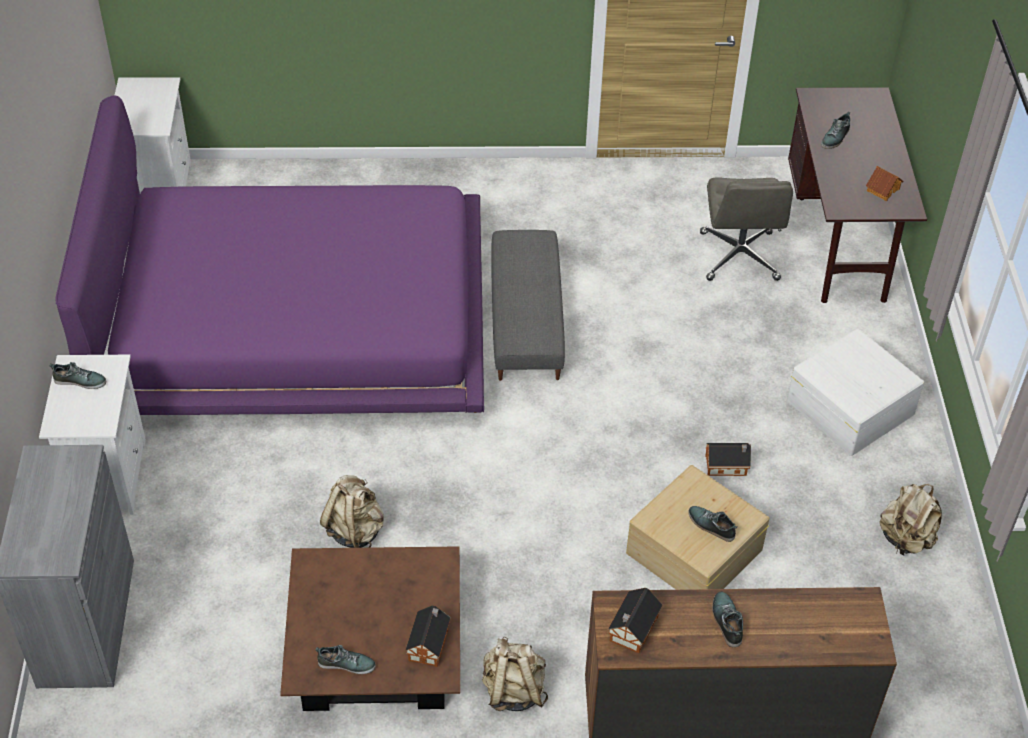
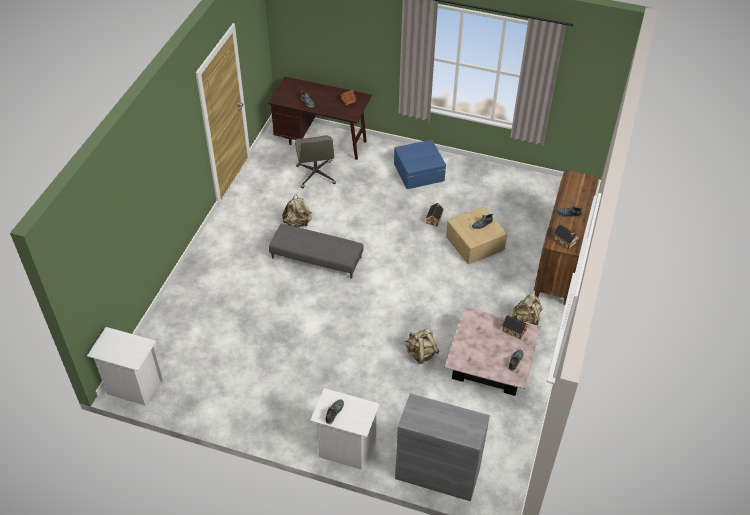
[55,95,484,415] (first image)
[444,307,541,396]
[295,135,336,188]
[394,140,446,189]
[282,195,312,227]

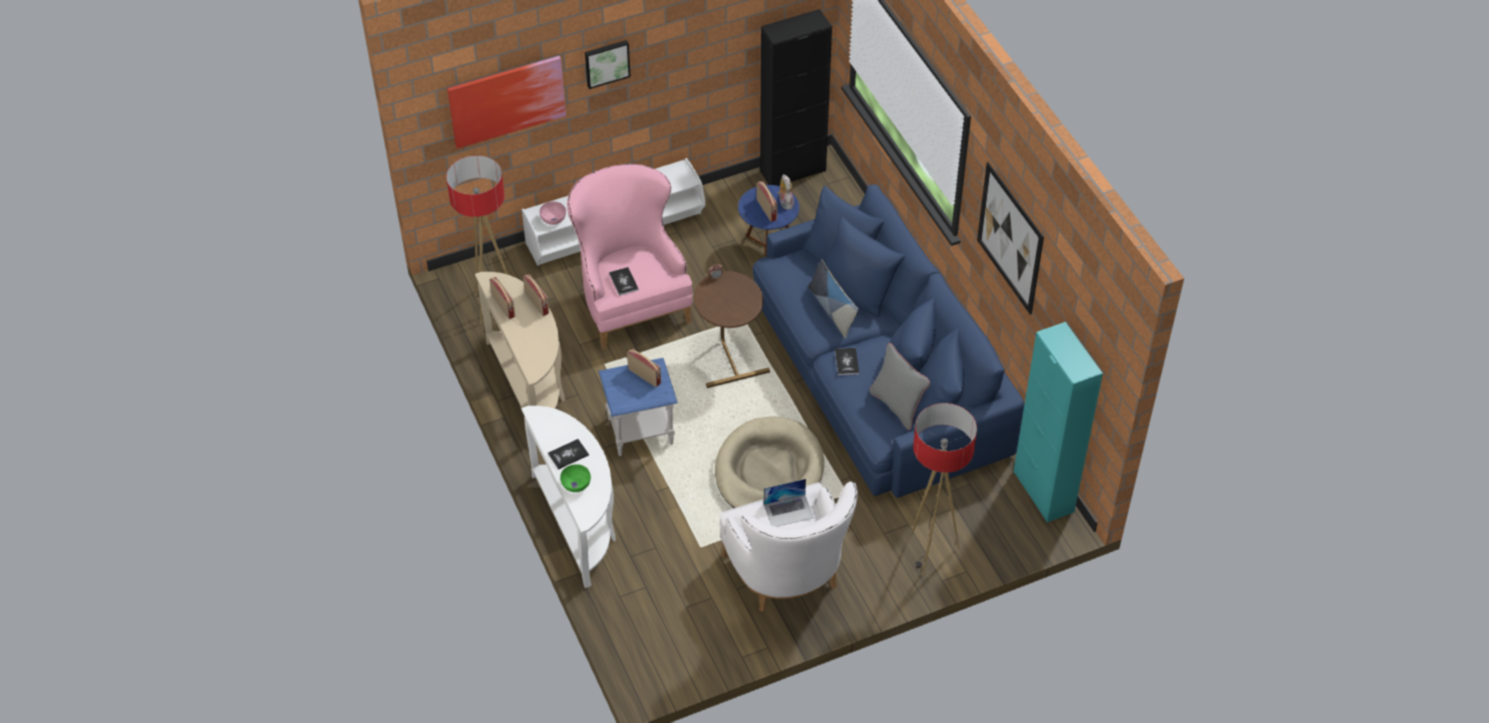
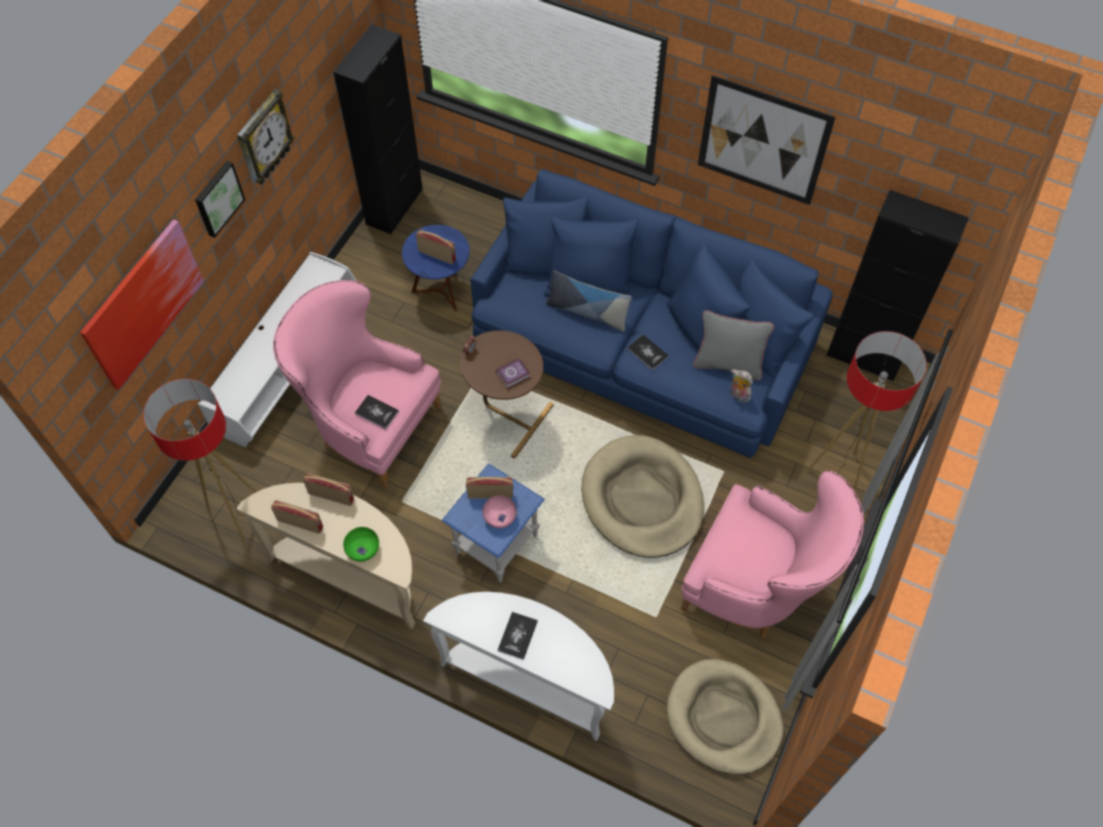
[483,496,517,528]
[343,527,379,562]
[681,471,864,639]
[764,479,814,527] (first image)
[730,369,753,403]
[826,190,969,381]
[237,89,295,184]
[496,358,530,389]
[667,659,784,775]

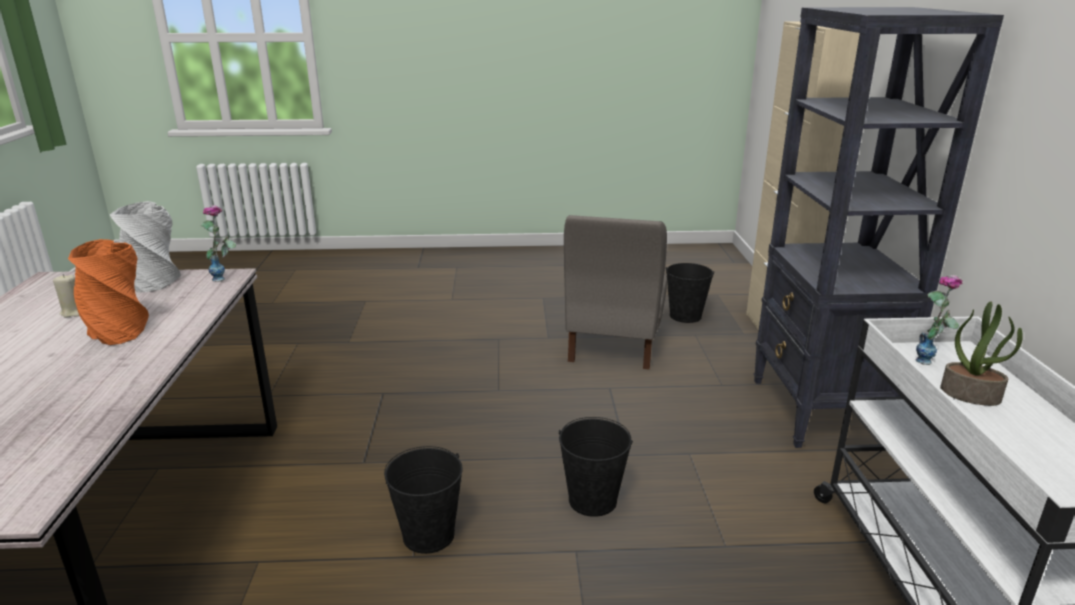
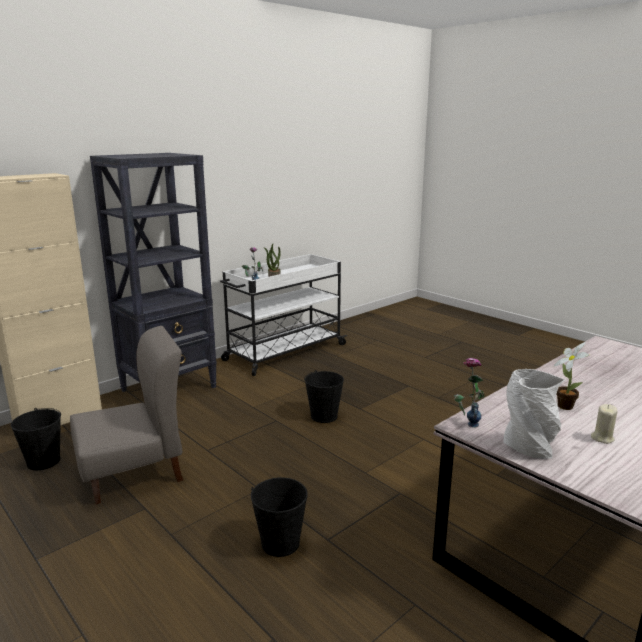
[554,342,589,410]
[251,477,308,557]

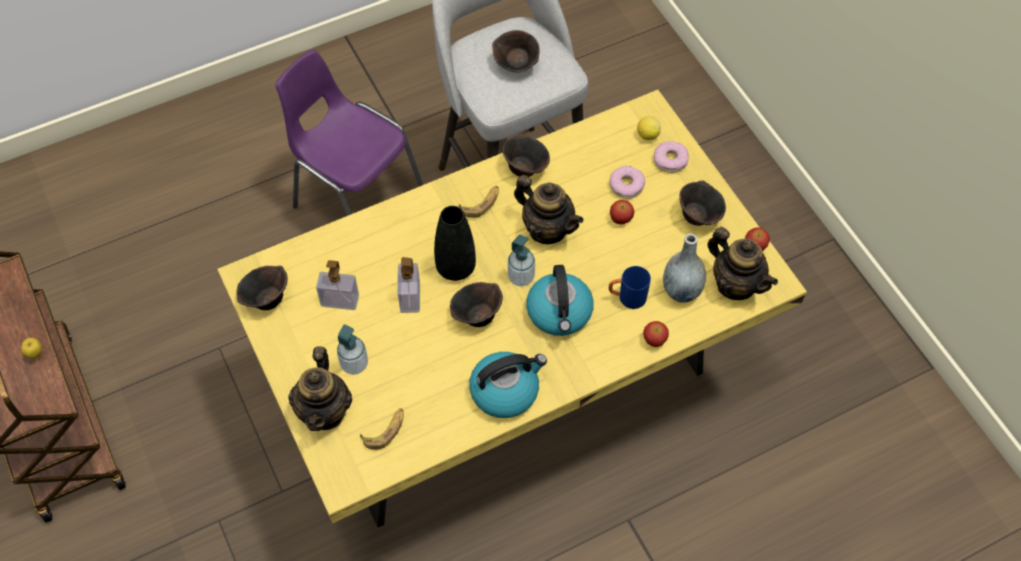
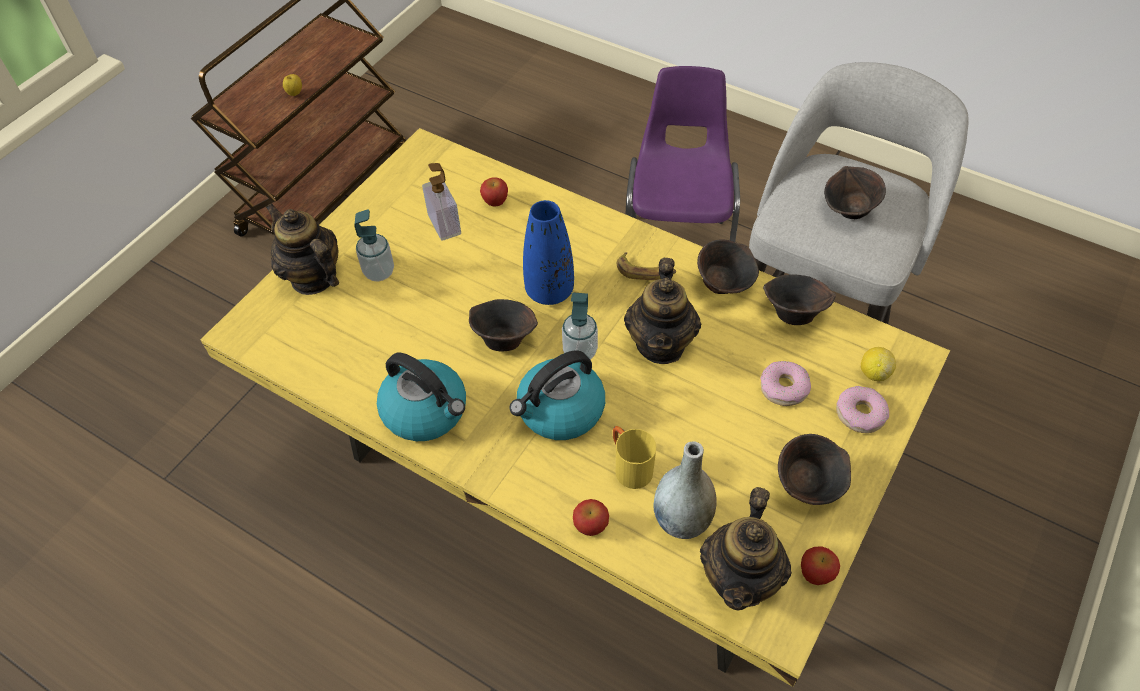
[763,274,836,325]
[266,203,339,295]
[360,408,404,450] (first image)
[398,257,420,313] (first image)
[523,200,574,305]
[613,426,656,489]
[480,177,508,206]

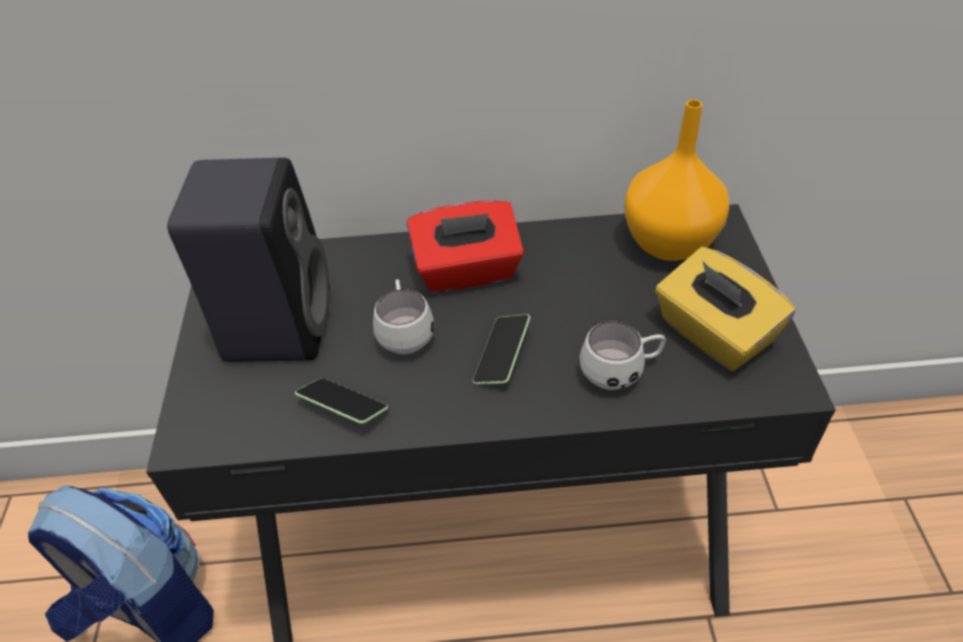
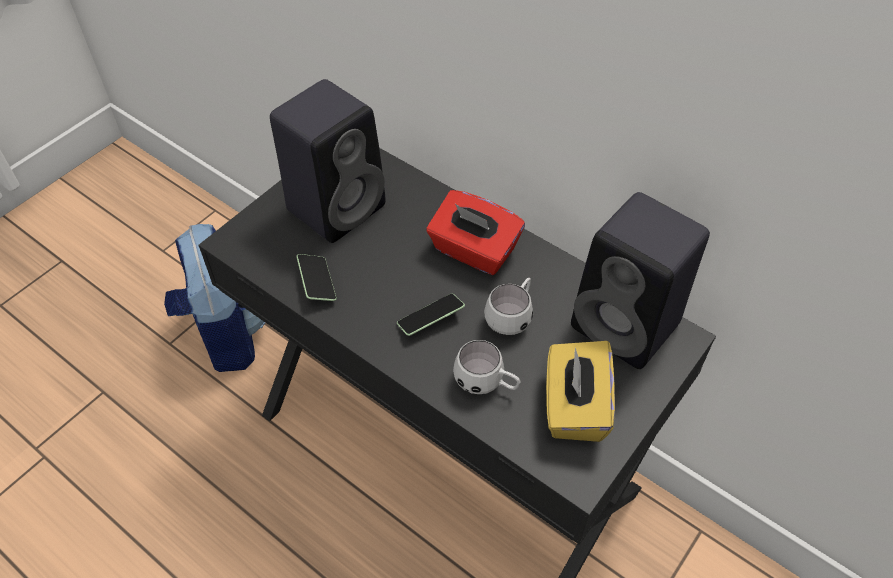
[484,278,533,335]
[571,192,710,369]

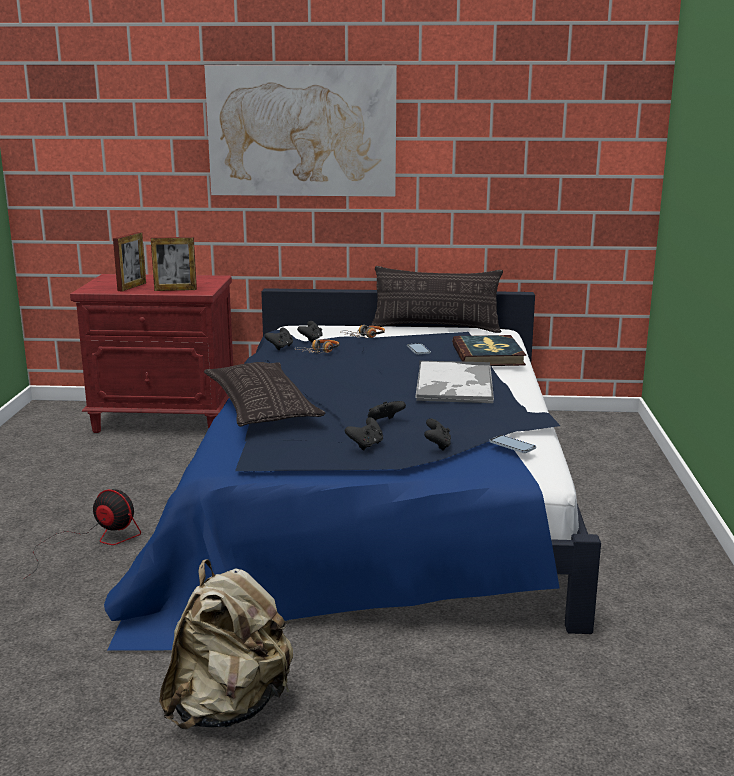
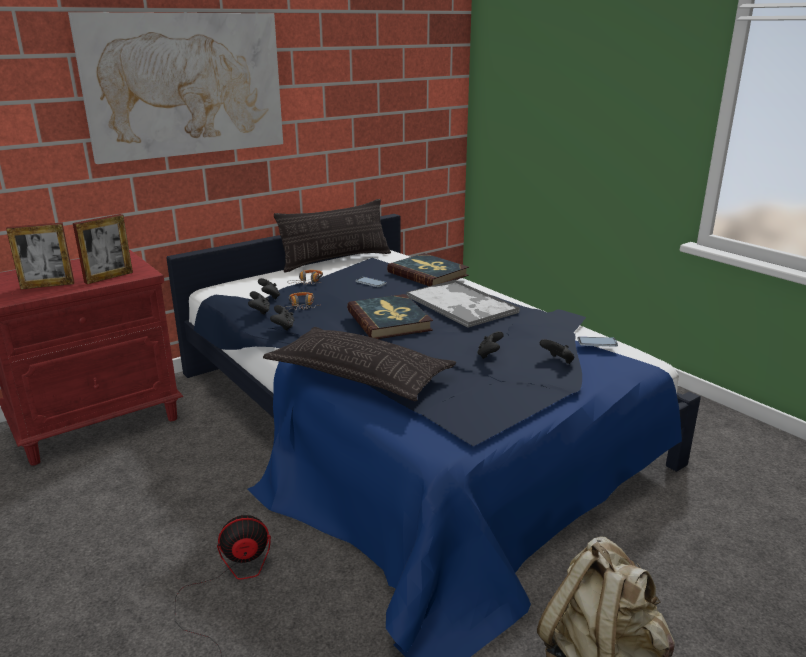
[6,222,75,290]
[270,305,295,331]
[347,294,433,339]

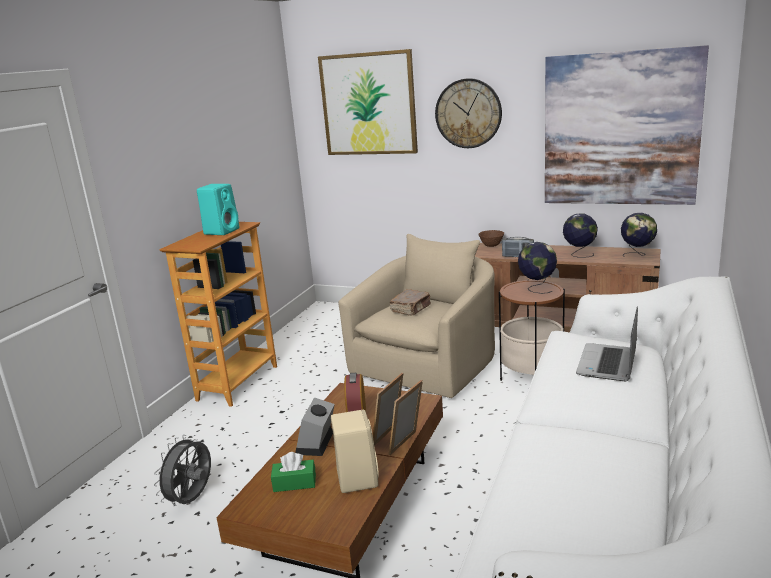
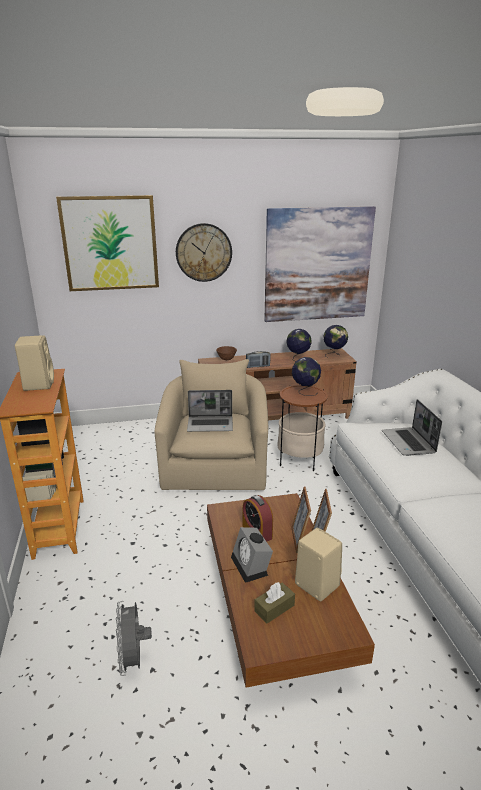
[15,335,54,391]
[254,582,295,623]
[187,390,233,432]

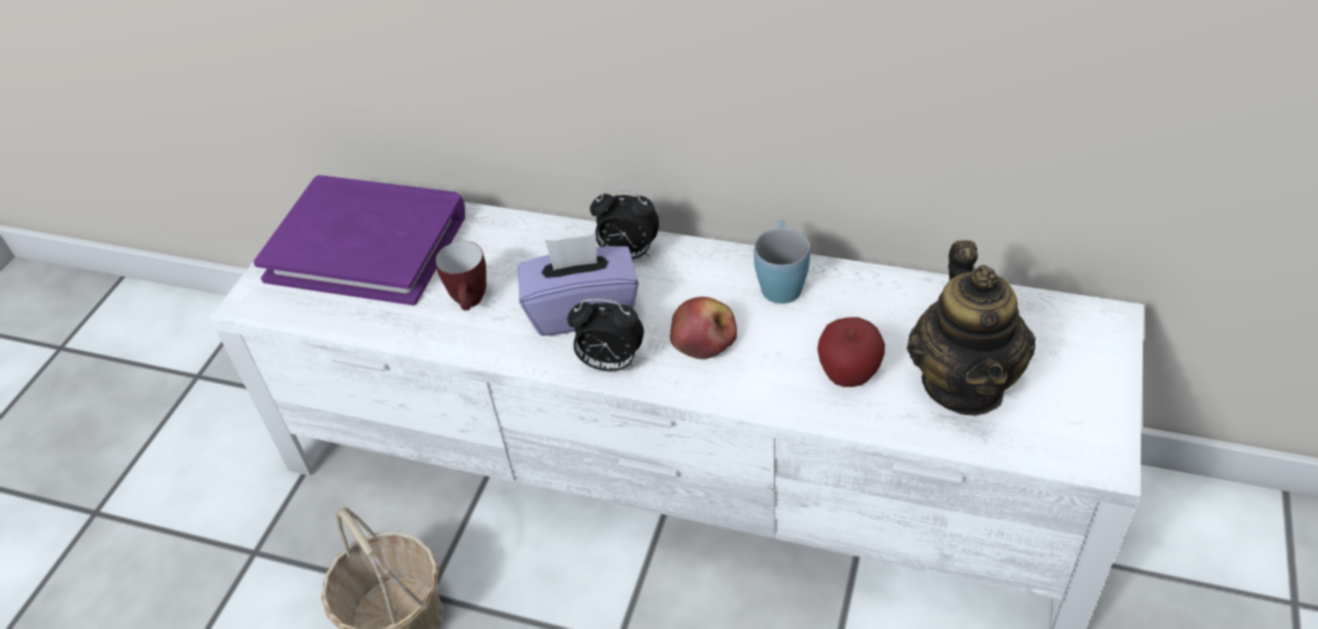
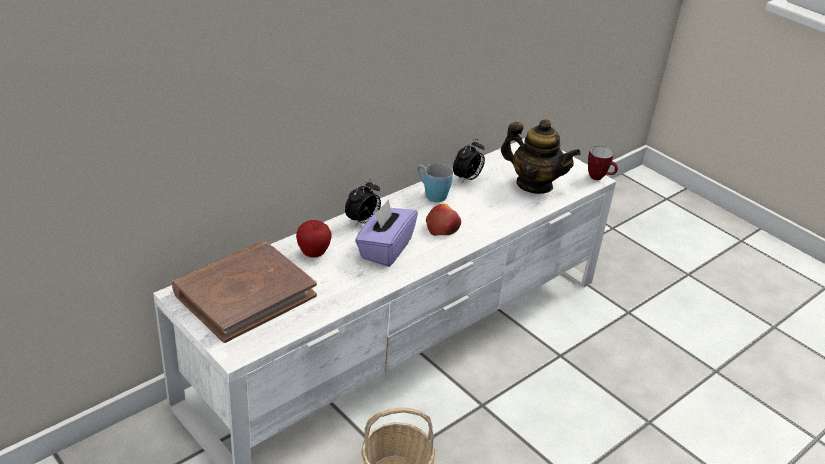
[172,241,317,343]
[588,146,618,180]
[453,139,485,184]
[296,220,332,258]

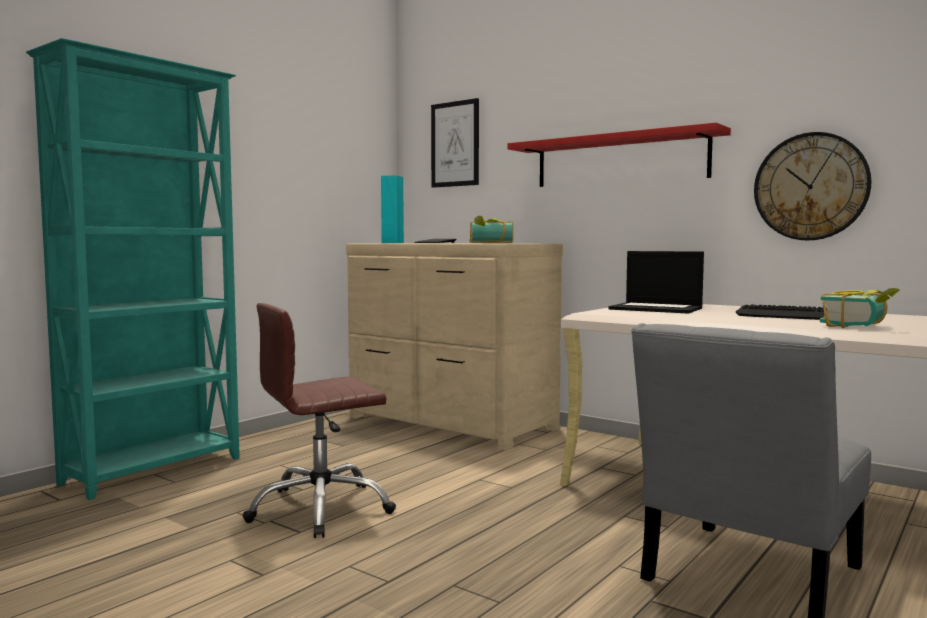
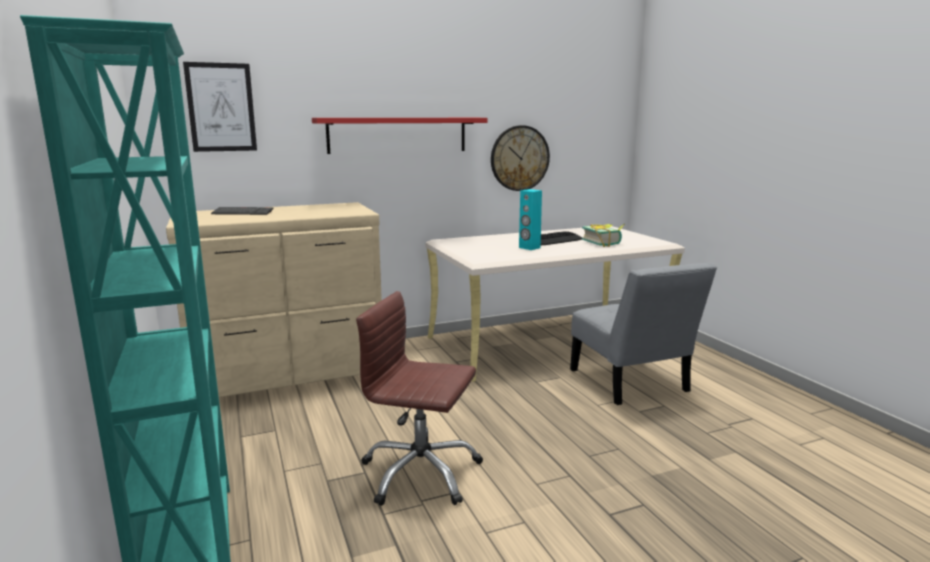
[356,291,483,506]
[519,189,542,250]
[469,216,513,243] (first image)
[609,251,704,314] (first image)

